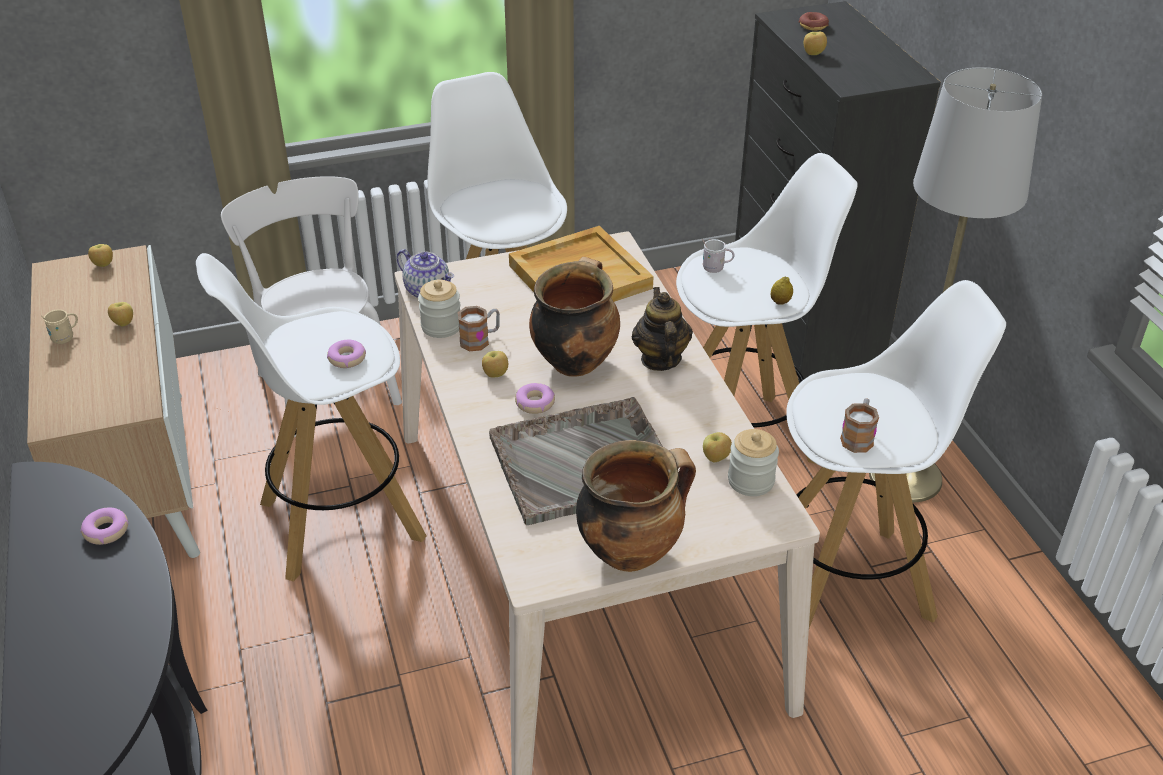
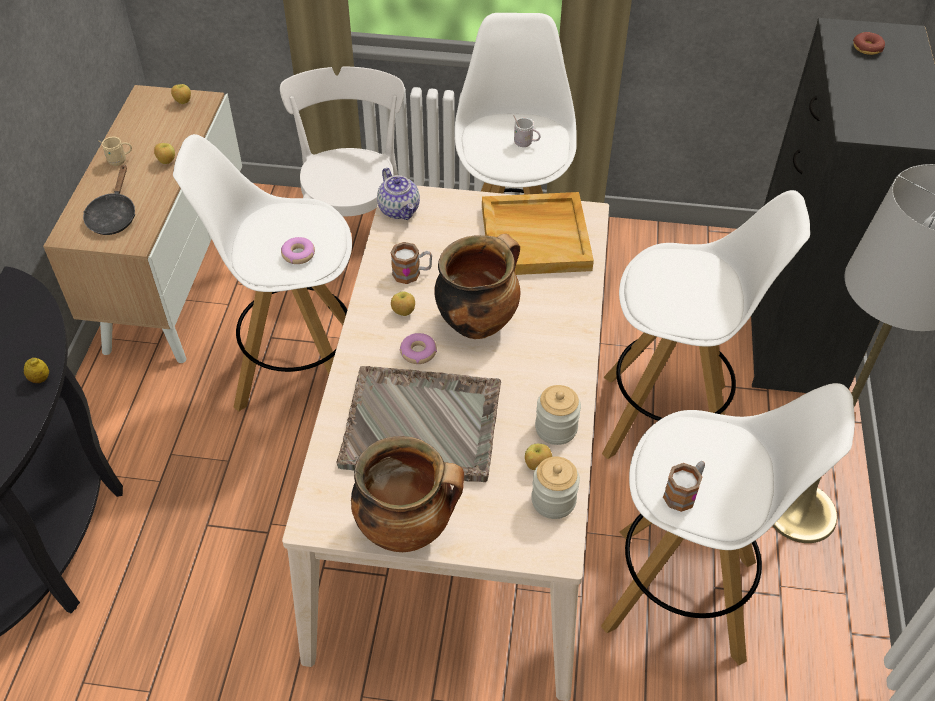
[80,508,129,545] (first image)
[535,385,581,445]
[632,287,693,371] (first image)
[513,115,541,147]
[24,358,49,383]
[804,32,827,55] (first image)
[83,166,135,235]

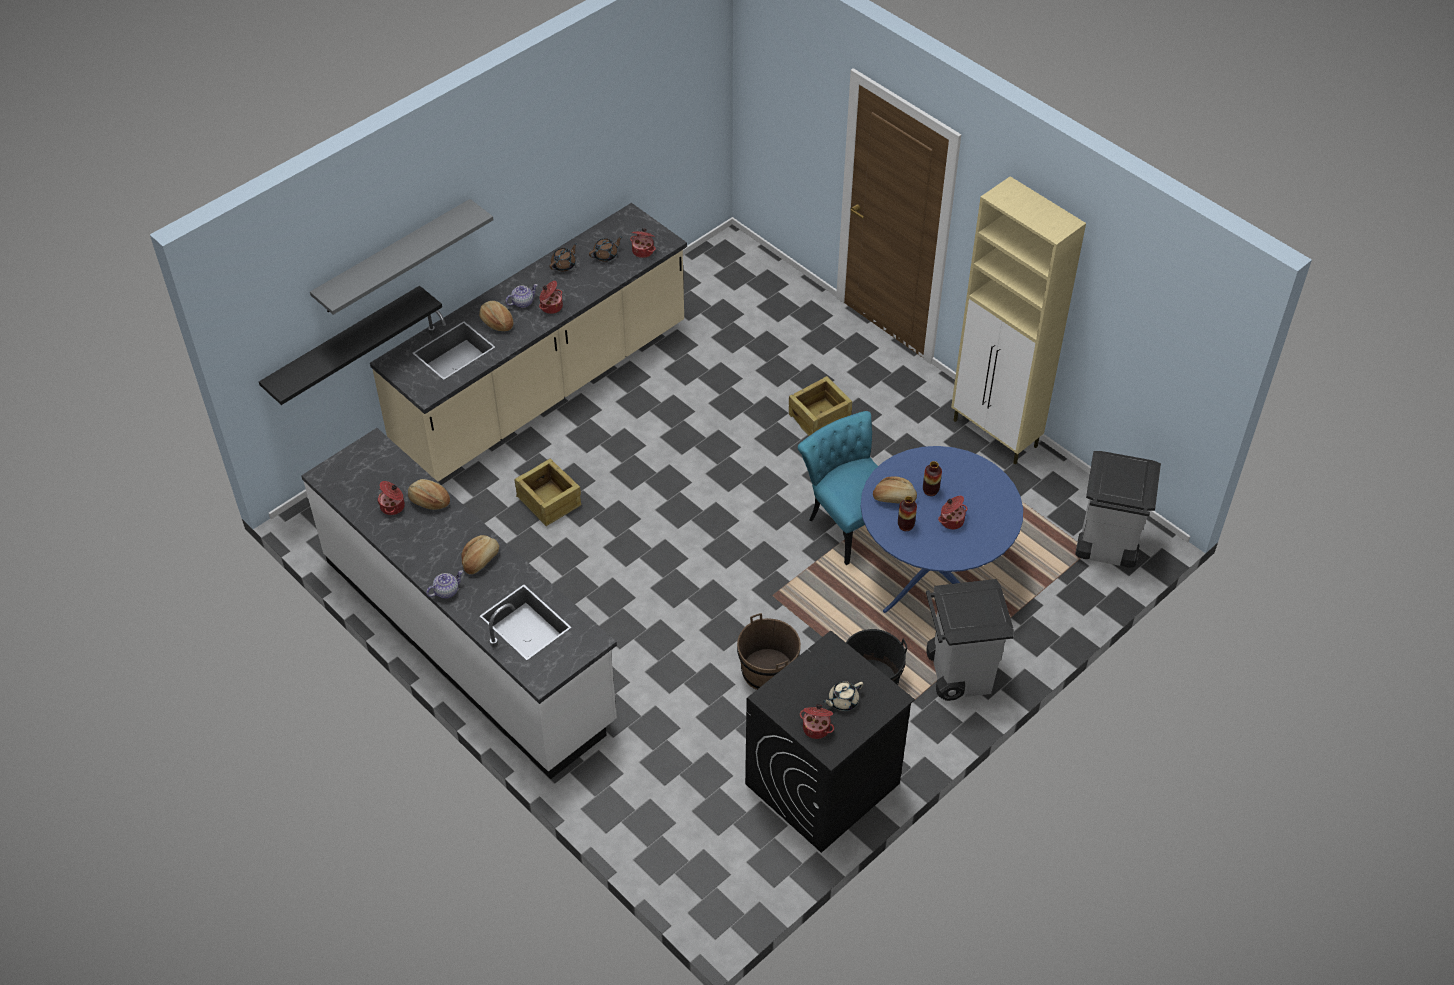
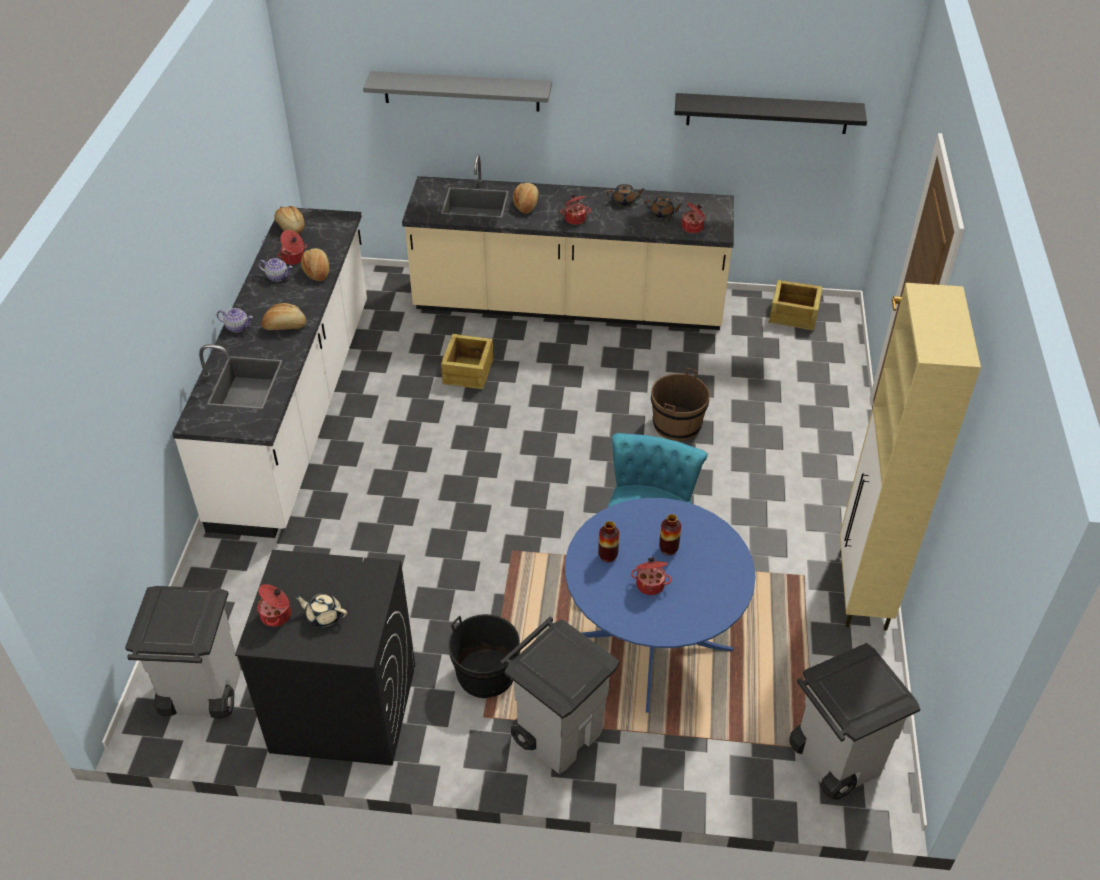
[674,93,867,134]
[258,258,292,282]
[651,368,710,441]
[768,280,822,331]
[274,206,304,235]
[125,586,241,719]

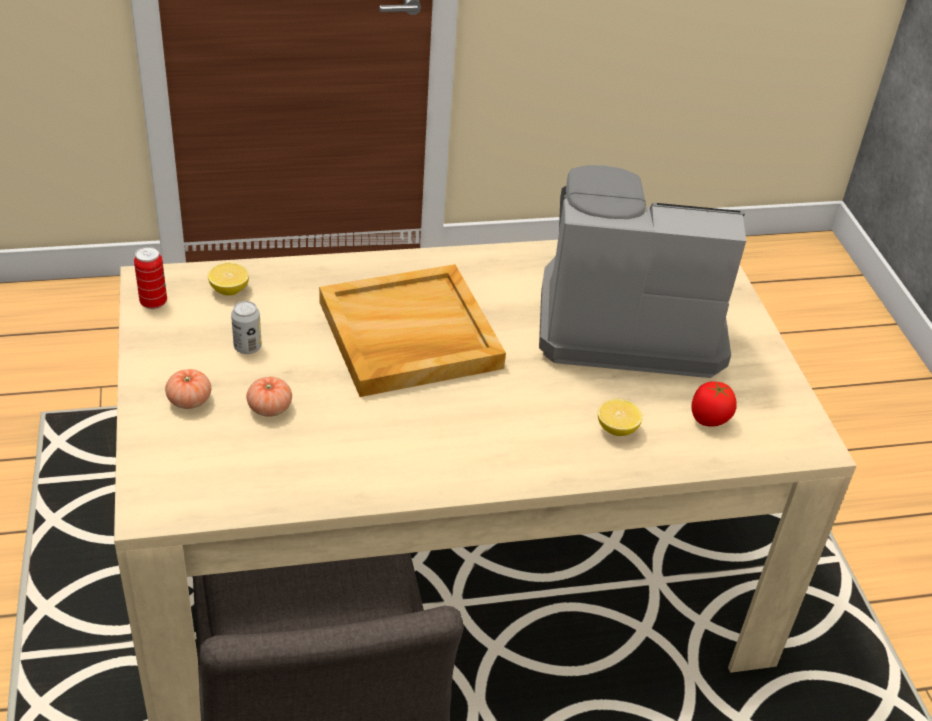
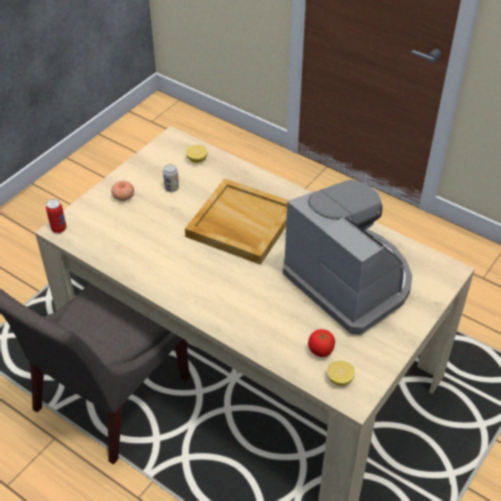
[46,199,67,233]
[246,376,292,417] (first image)
[327,360,355,386]

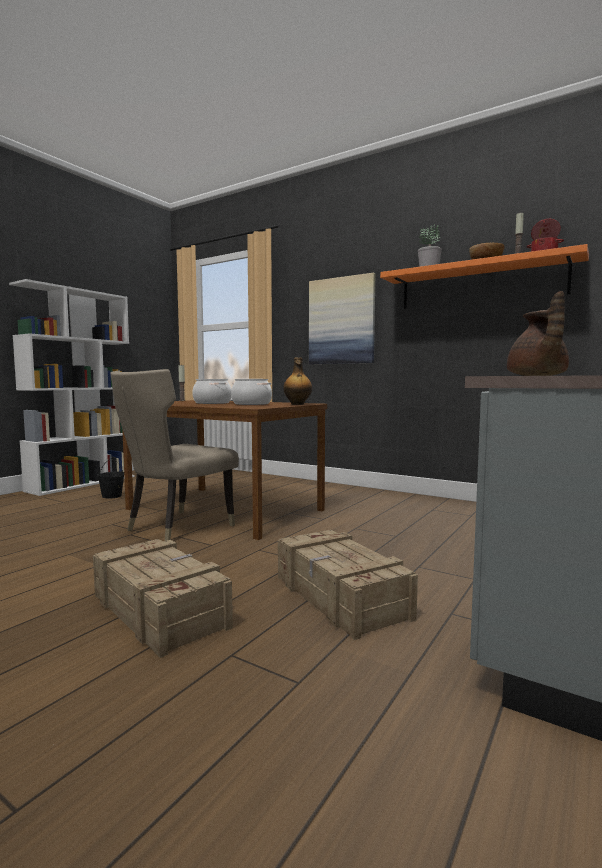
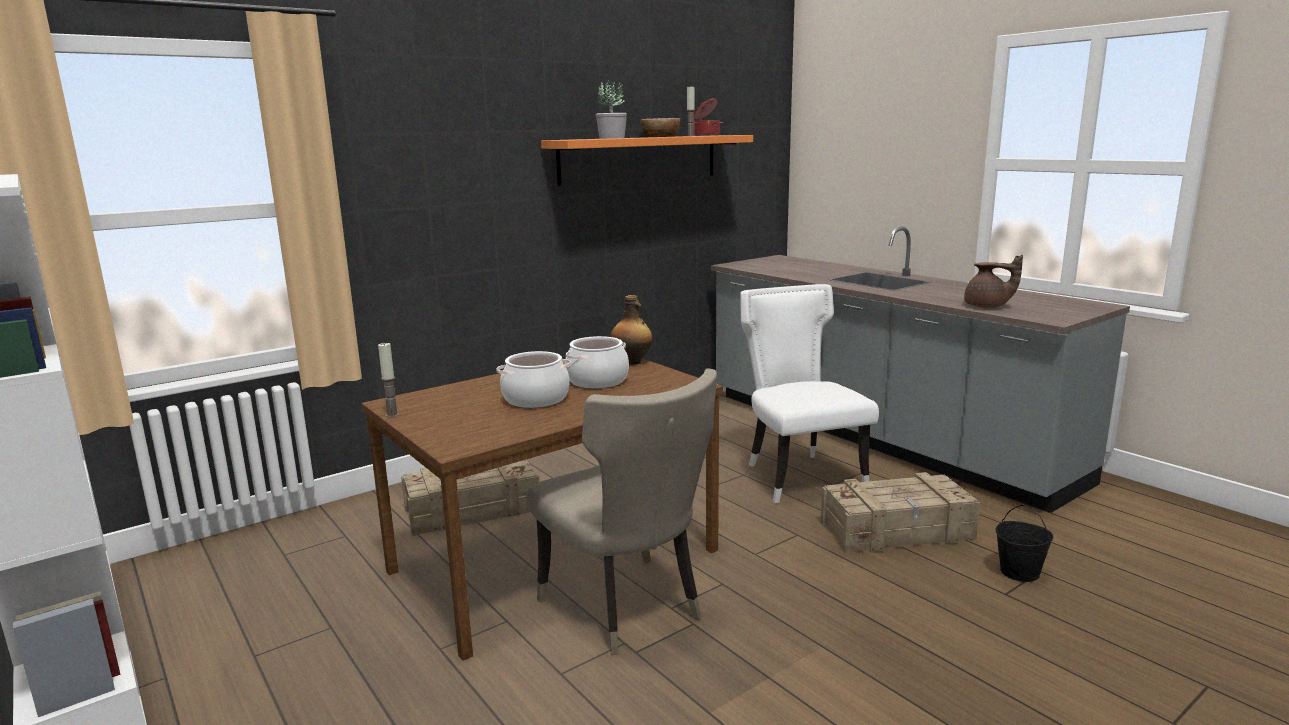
[401,460,540,536]
[996,504,1053,582]
[309,273,375,364] (first image)
[740,284,879,503]

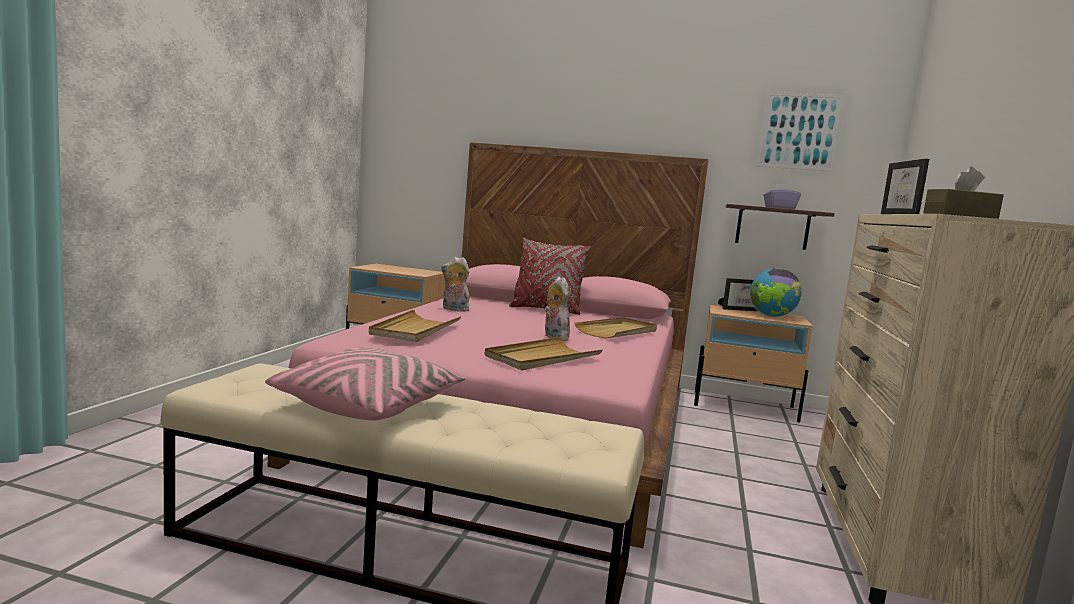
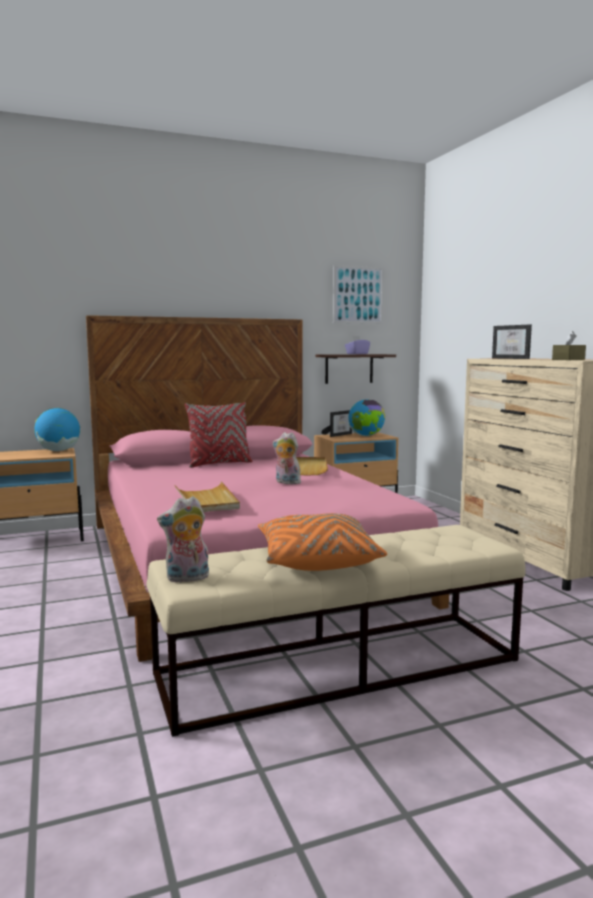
[258,513,387,571]
[157,496,209,583]
[485,337,602,370] (first image)
[34,408,80,451]

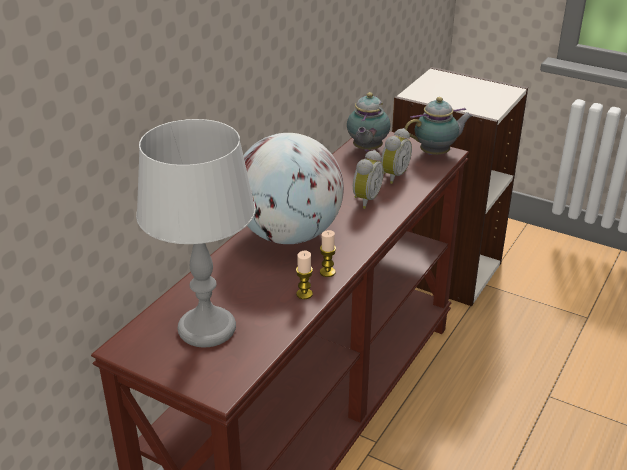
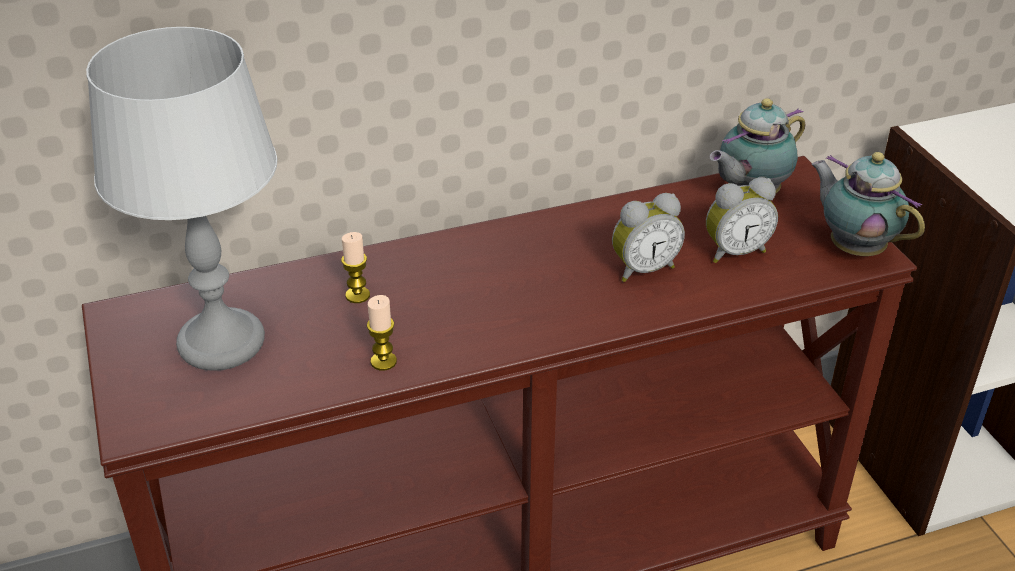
[243,133,344,244] (first image)
[341,232,370,303]
[811,152,925,256]

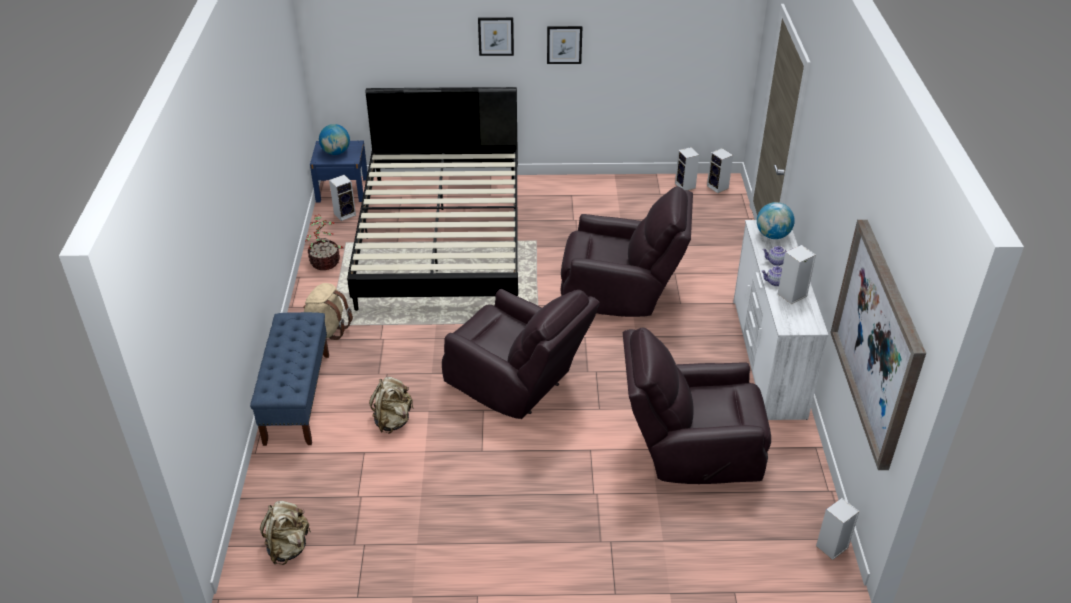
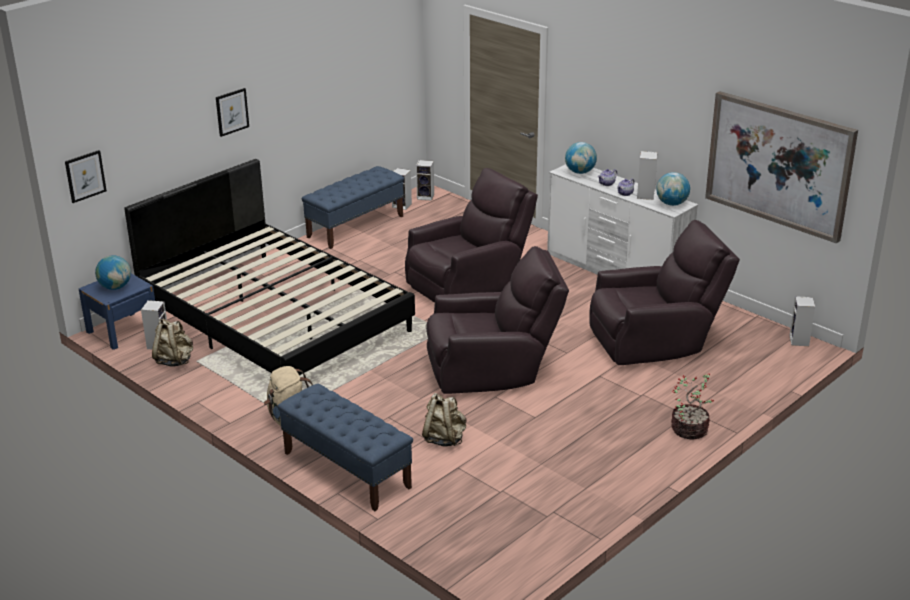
[152,319,193,367]
[671,374,714,440]
[65,150,107,203]
[589,220,740,365]
[302,166,404,249]
[656,172,690,206]

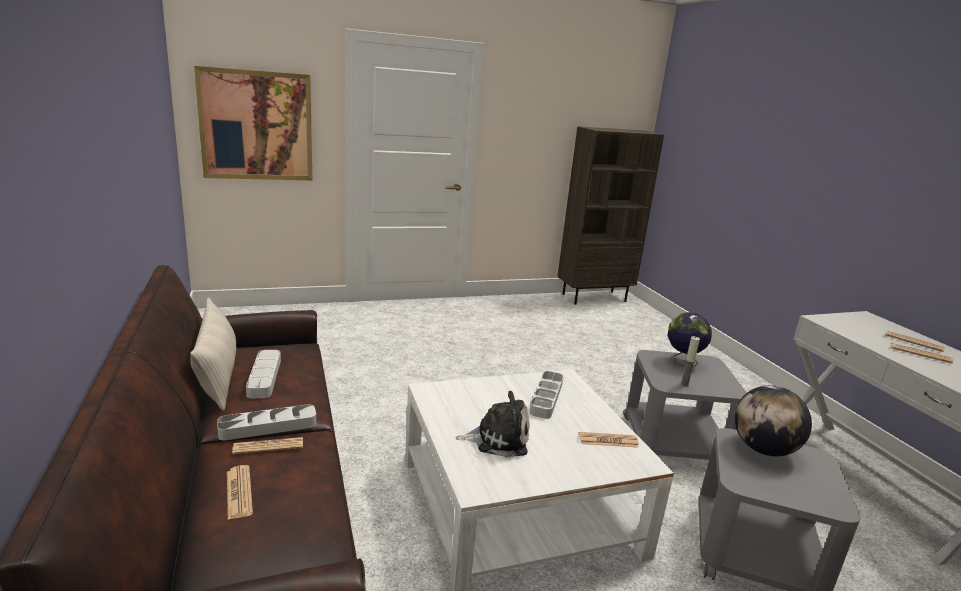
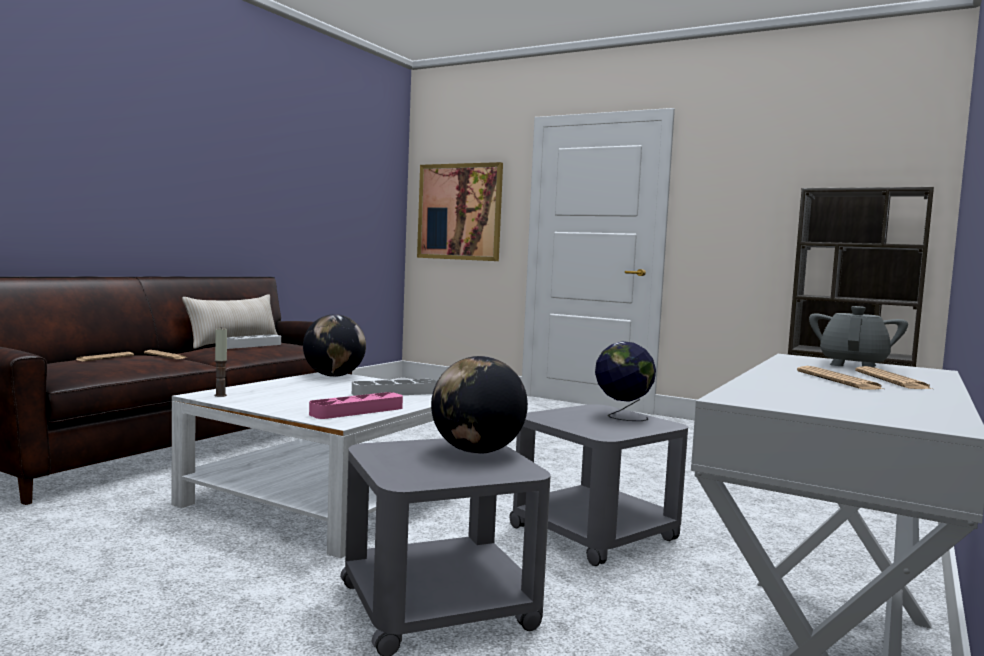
[217,404,316,441] (first image)
[456,391,530,457] (first image)
[309,392,403,419]
[215,327,227,397]
[303,314,366,377]
[809,306,908,367]

